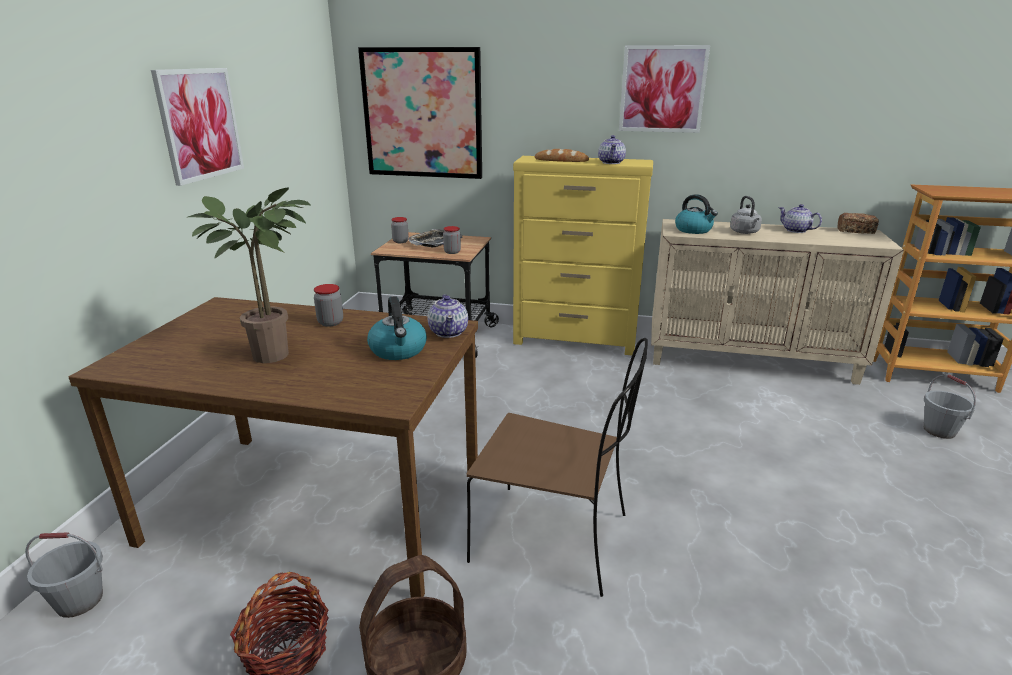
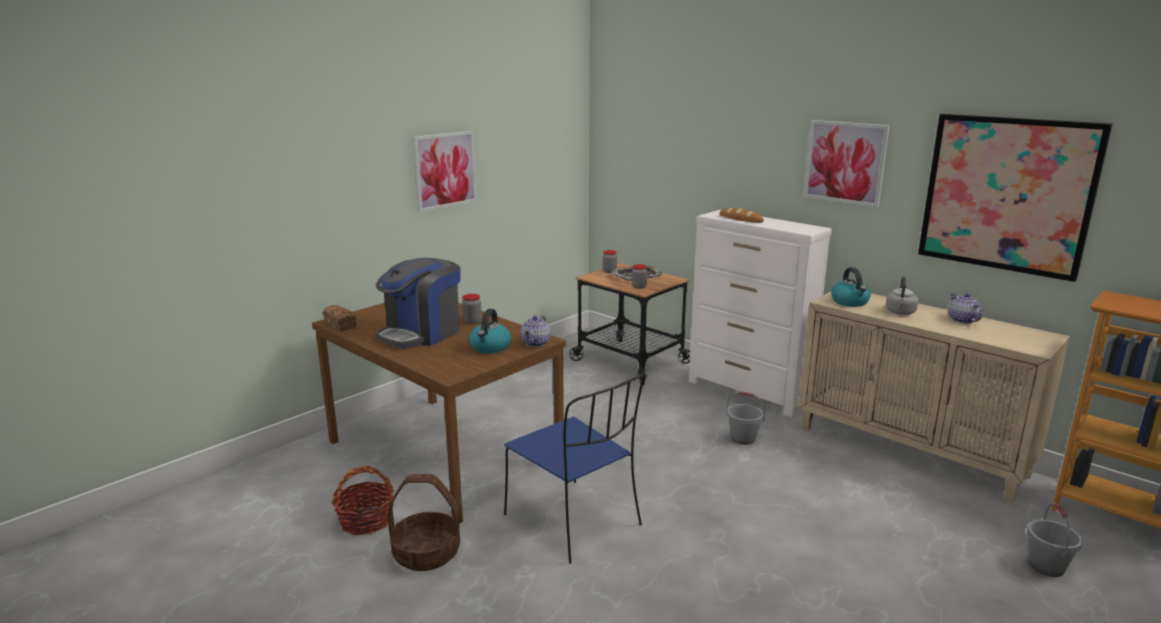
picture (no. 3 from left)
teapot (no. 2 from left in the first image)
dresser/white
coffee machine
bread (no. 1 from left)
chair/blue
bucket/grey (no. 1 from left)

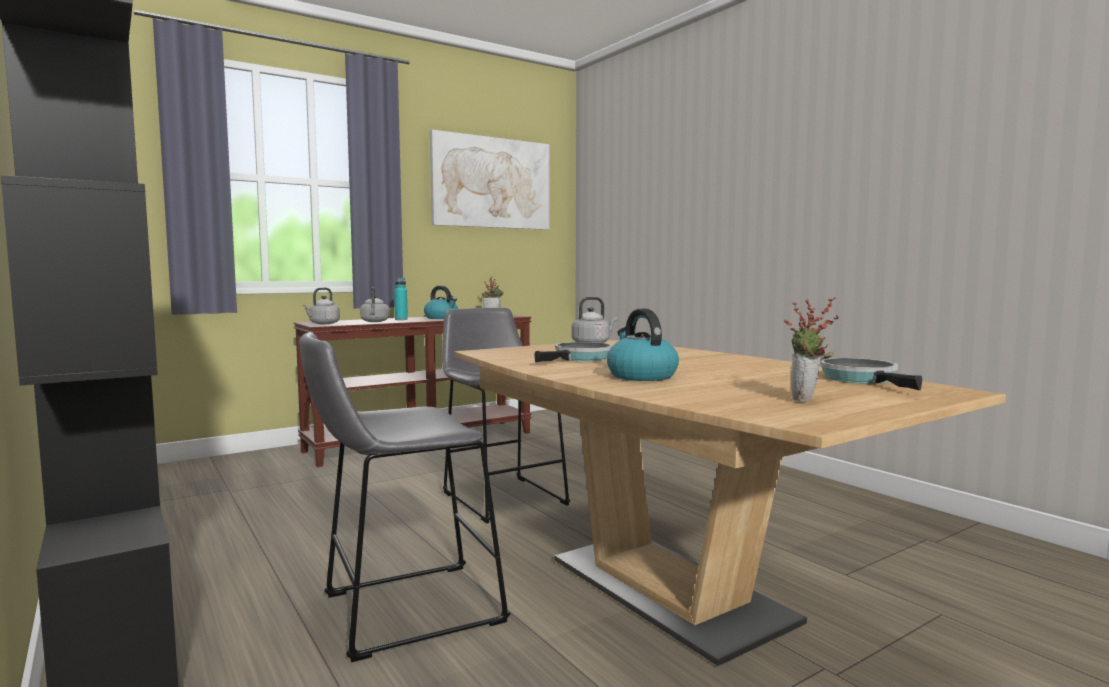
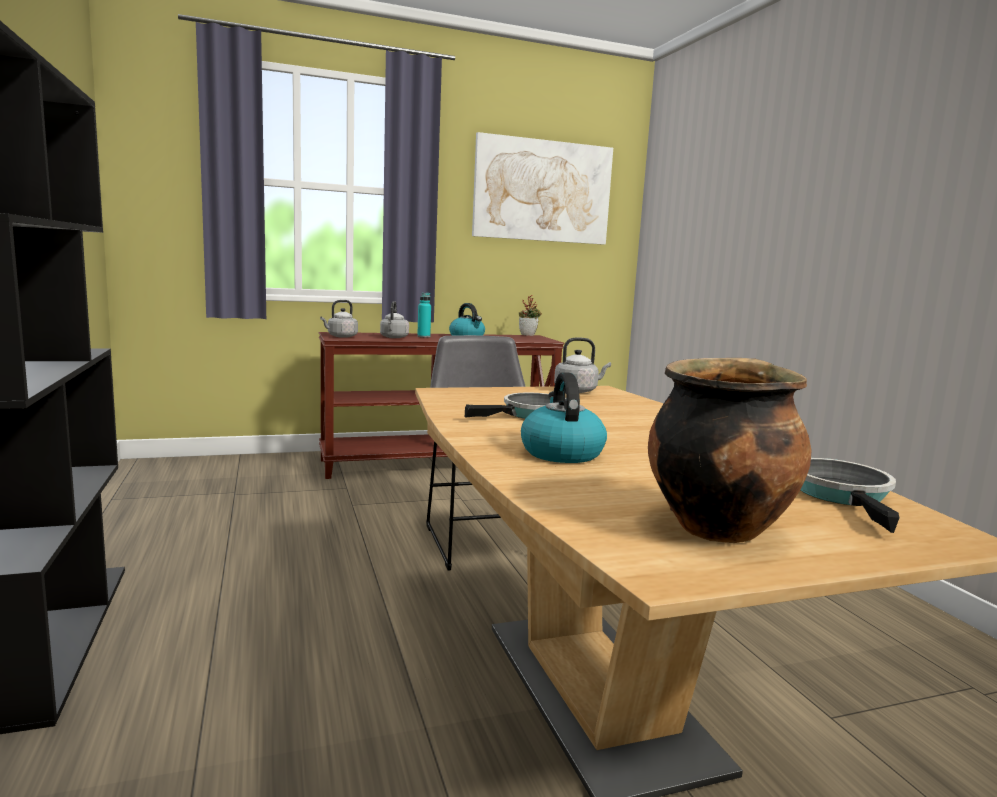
cooking pot
stool/grey (no. 1 from left in the first image)

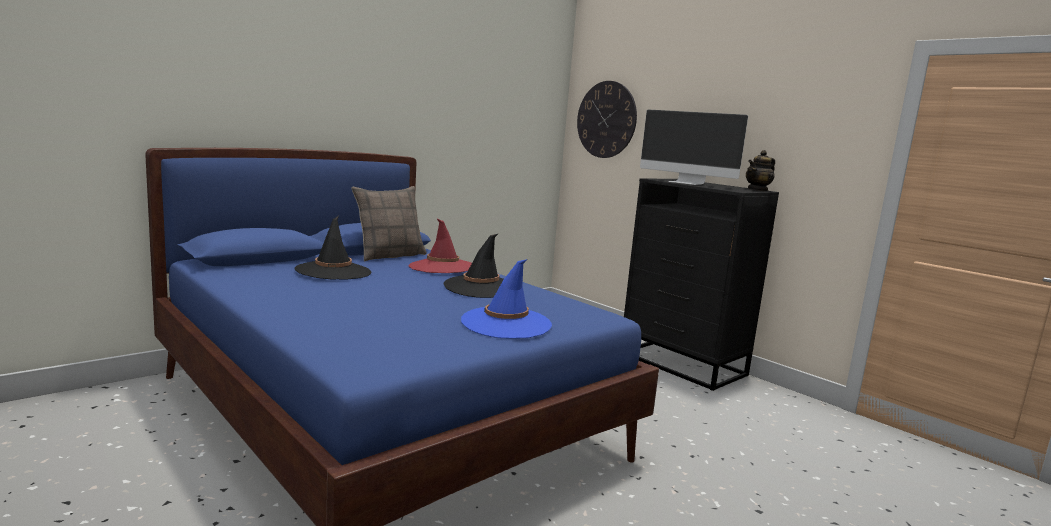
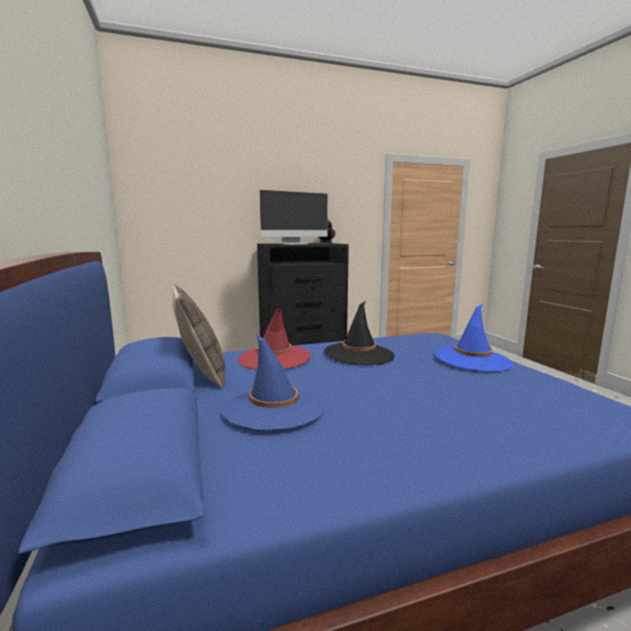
wall clock
hat/blue (no. 1 from left)

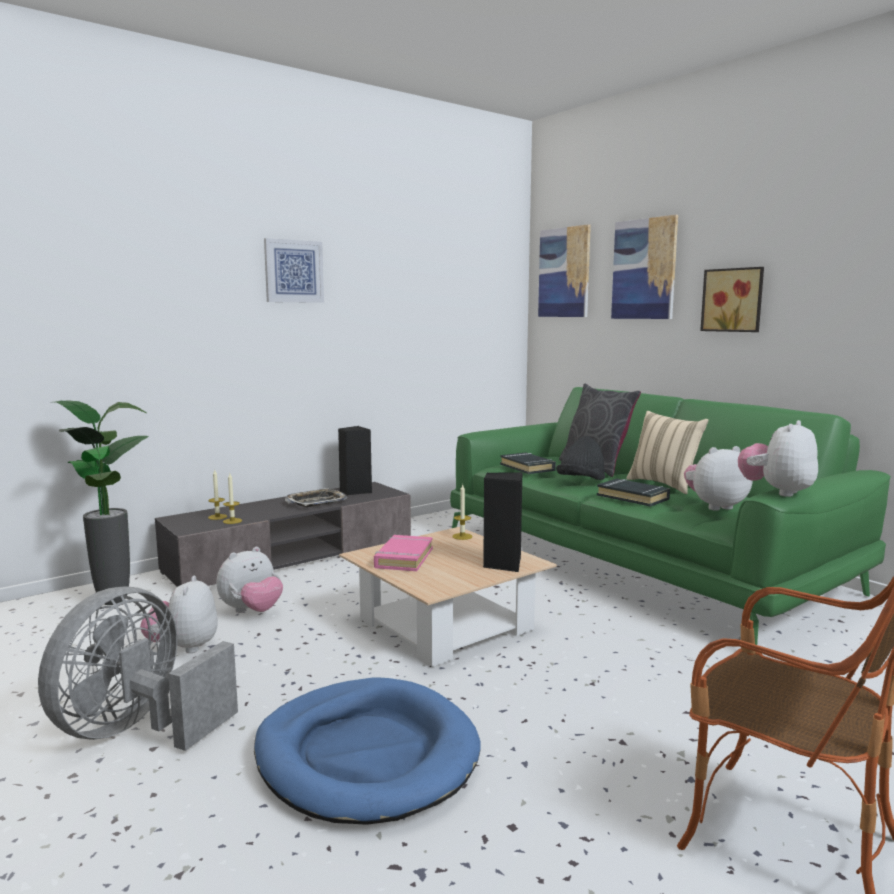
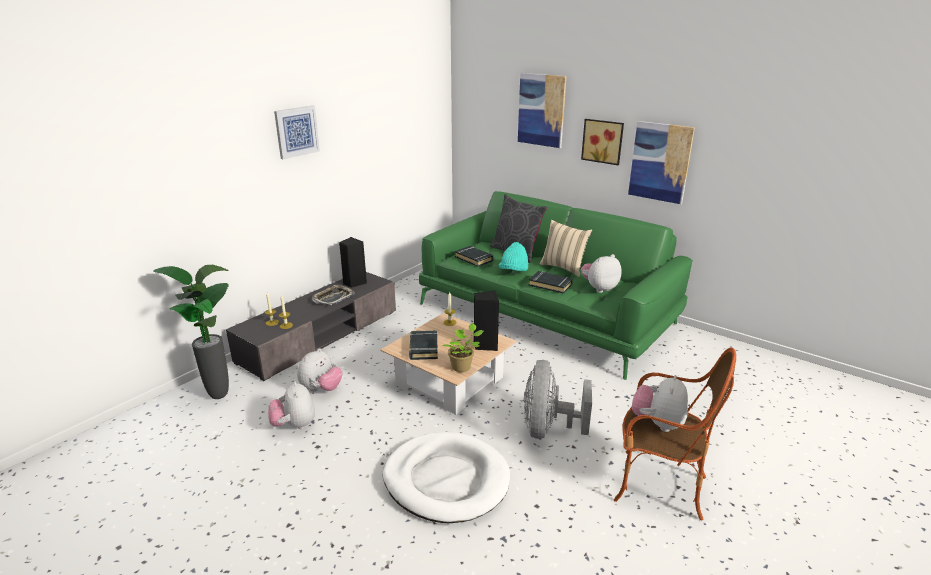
picture (no. 4 from left)
plush toy (no. 4 from left)
hat/turquoise
book/black (no. 1 from left)
fan/grey
dog bed/white
potted plant (no. 2 from left)

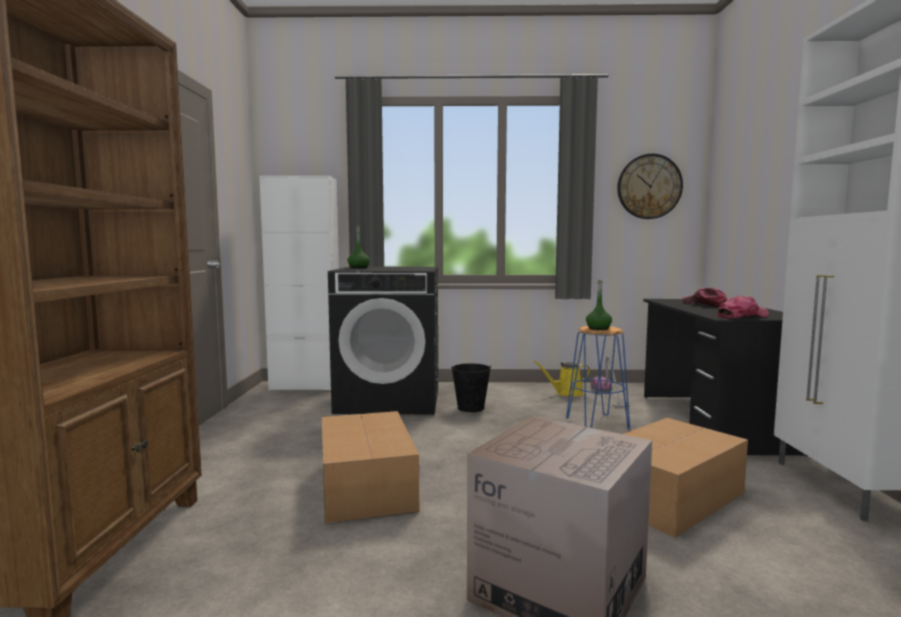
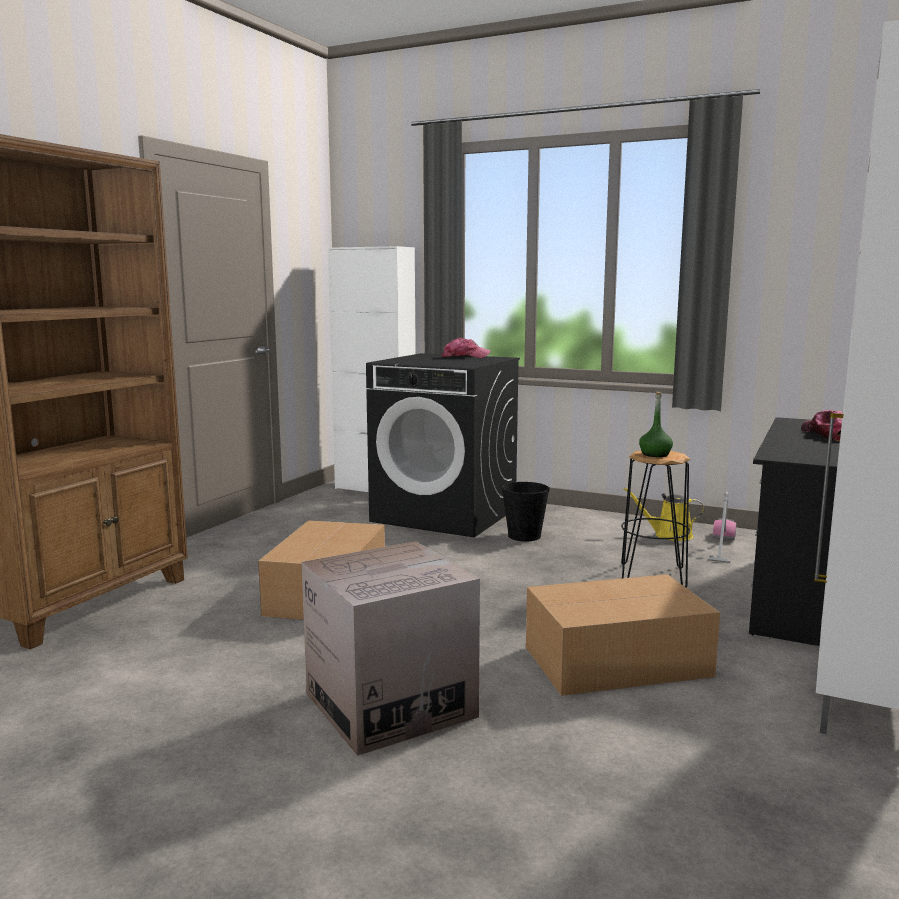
wall clock
bottle/green (no. 1 from left in the first image)
cap (no. 1 from left)
stool/black

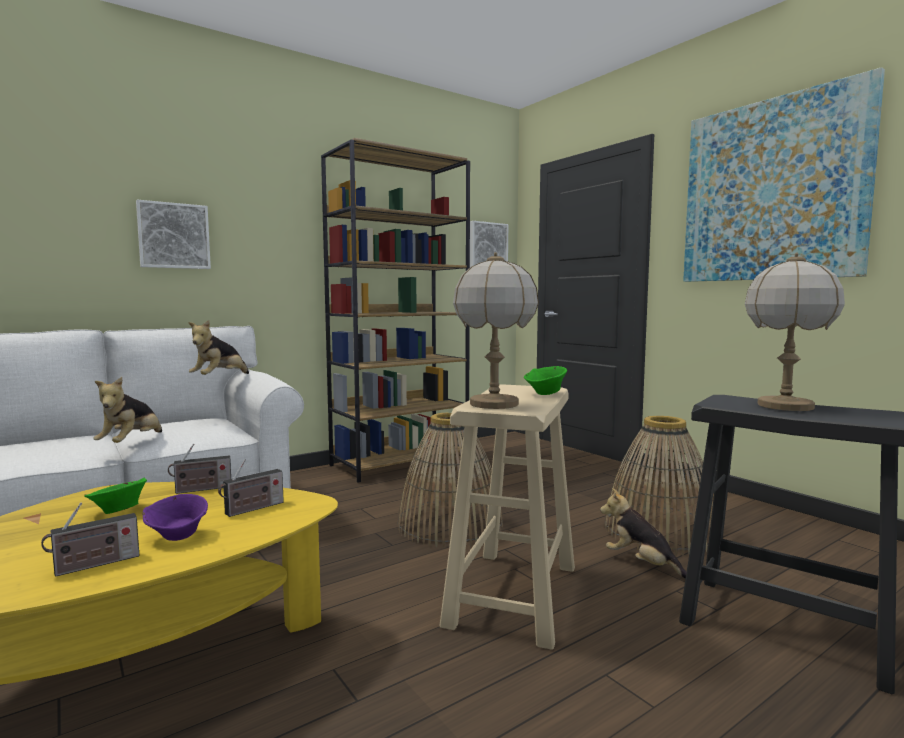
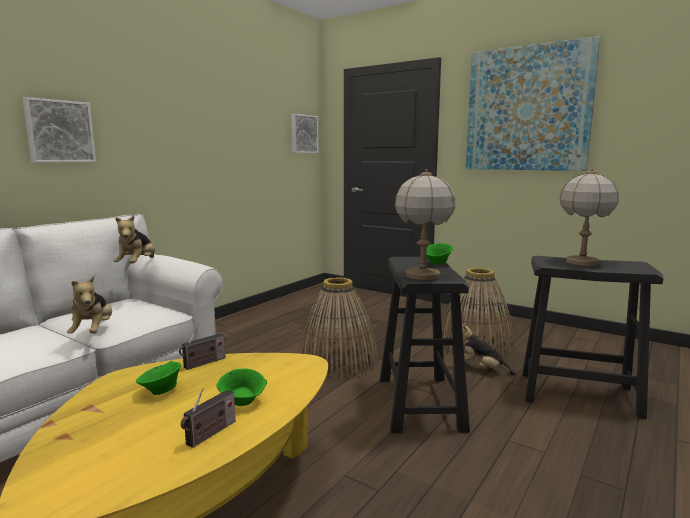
bookcase/brown
stool/black (no. 1 from left)
radio (no. 3 from left in the first image)
bowl/green (no. 2 from left)

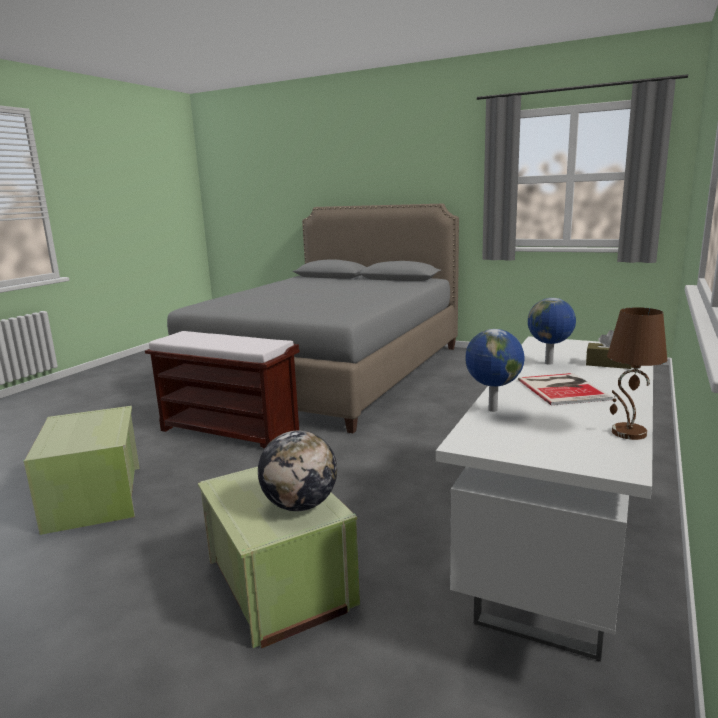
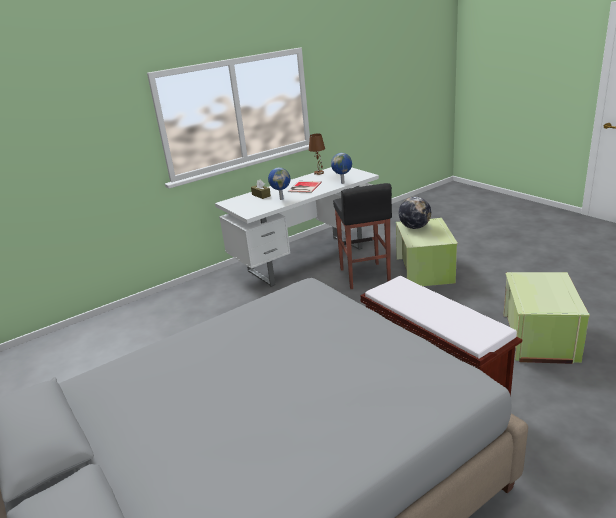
stool/black

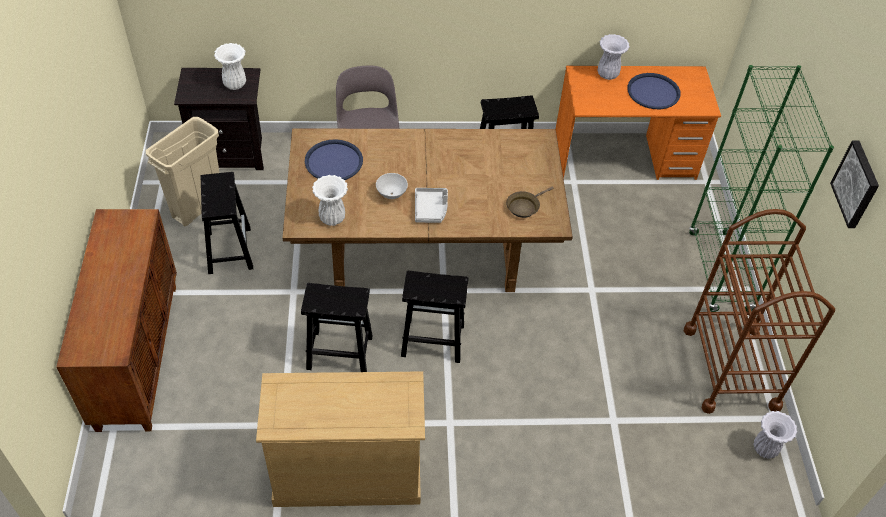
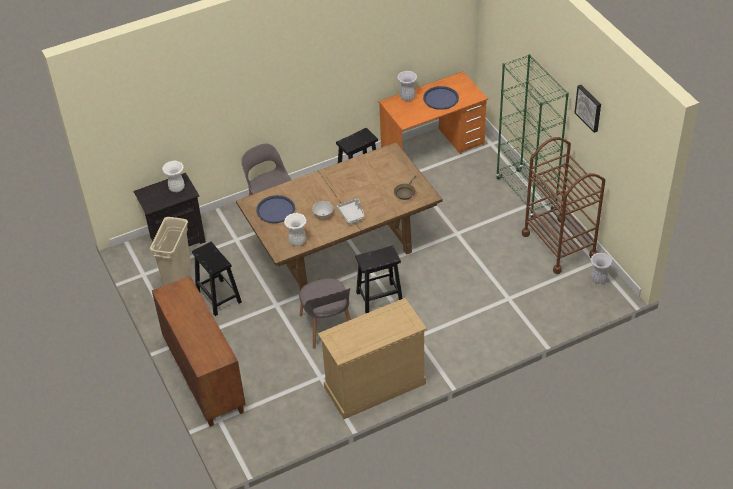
chair/grey (no. 2 from left)

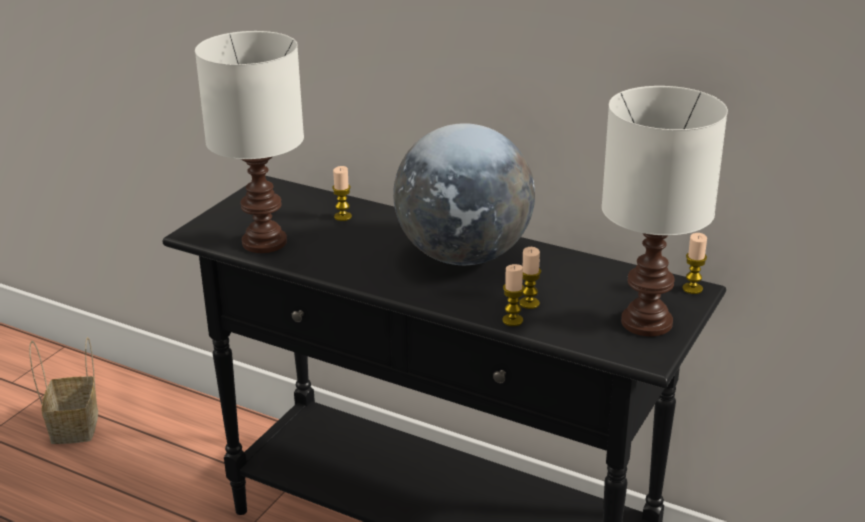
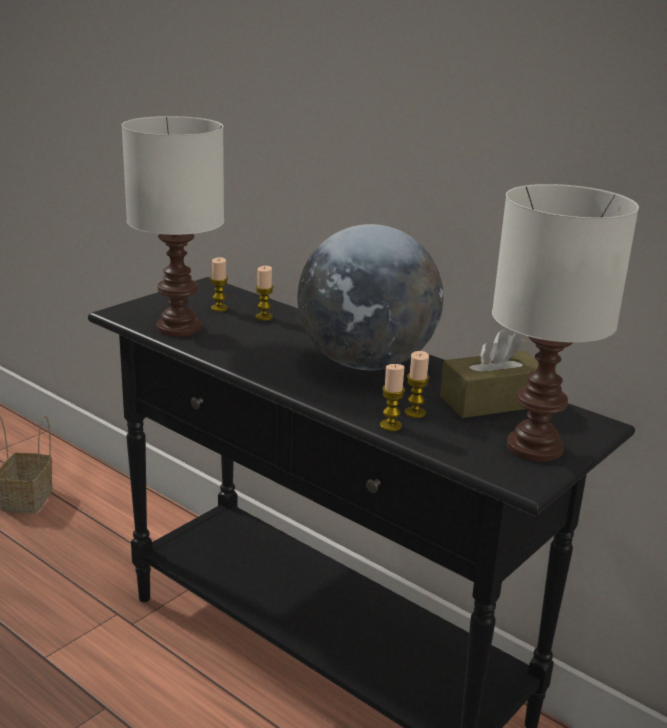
candle (no. 1 from left)
tissue box/brown

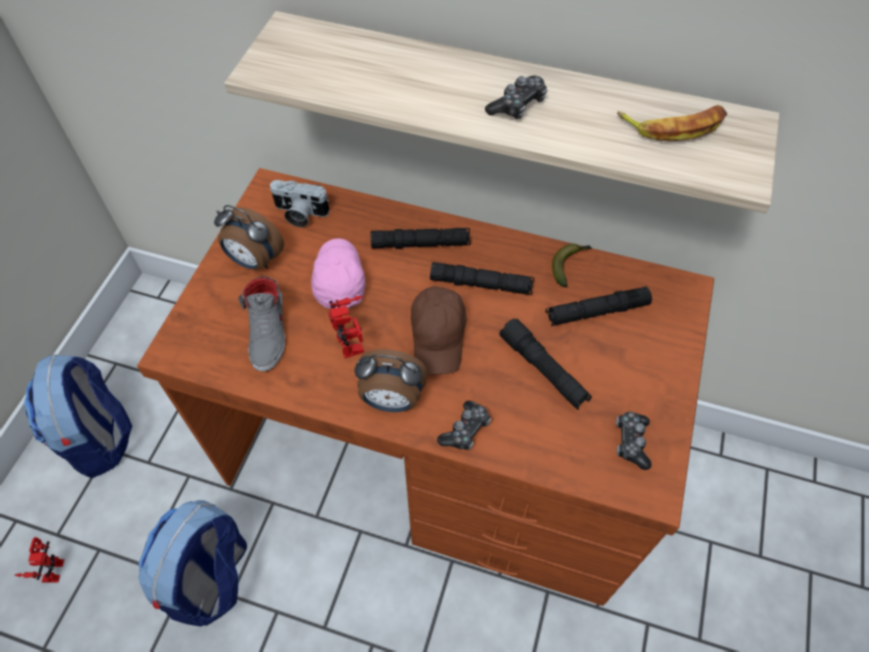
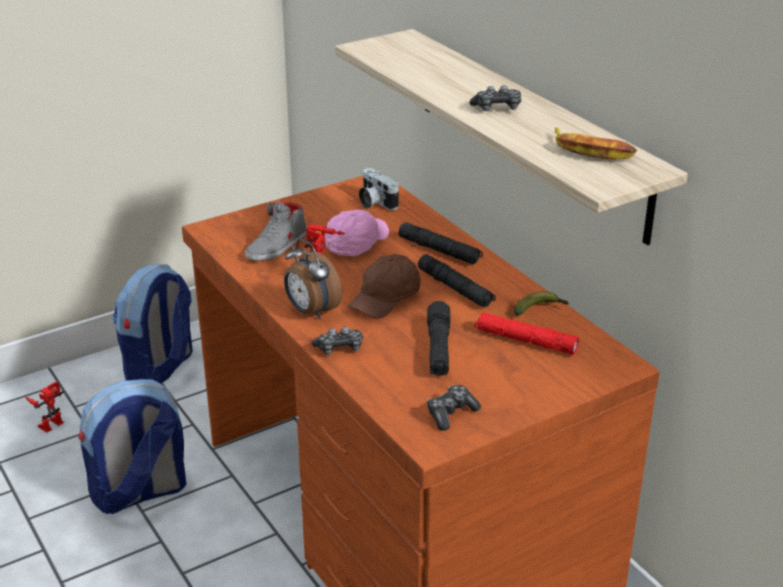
alarm clock (no. 1 from left in the first image)
flashlight/red

